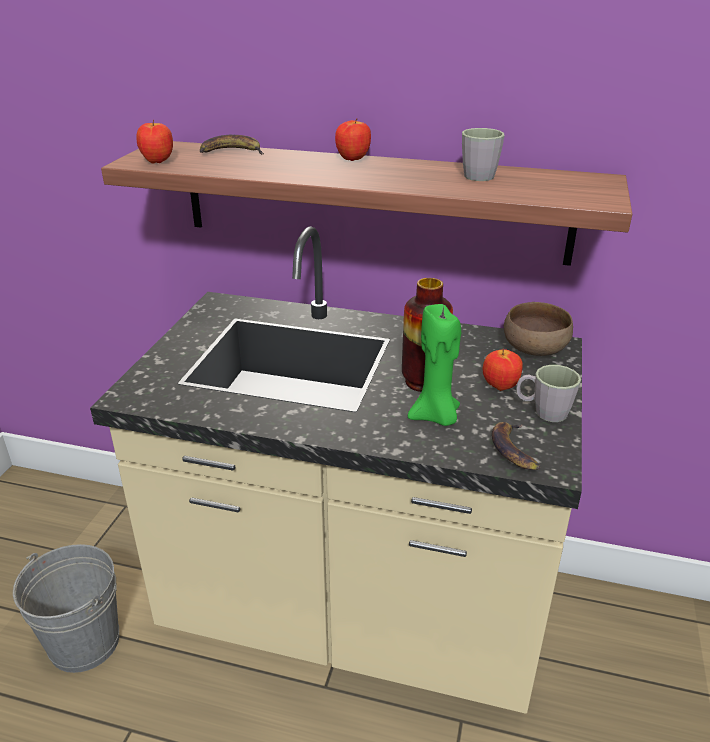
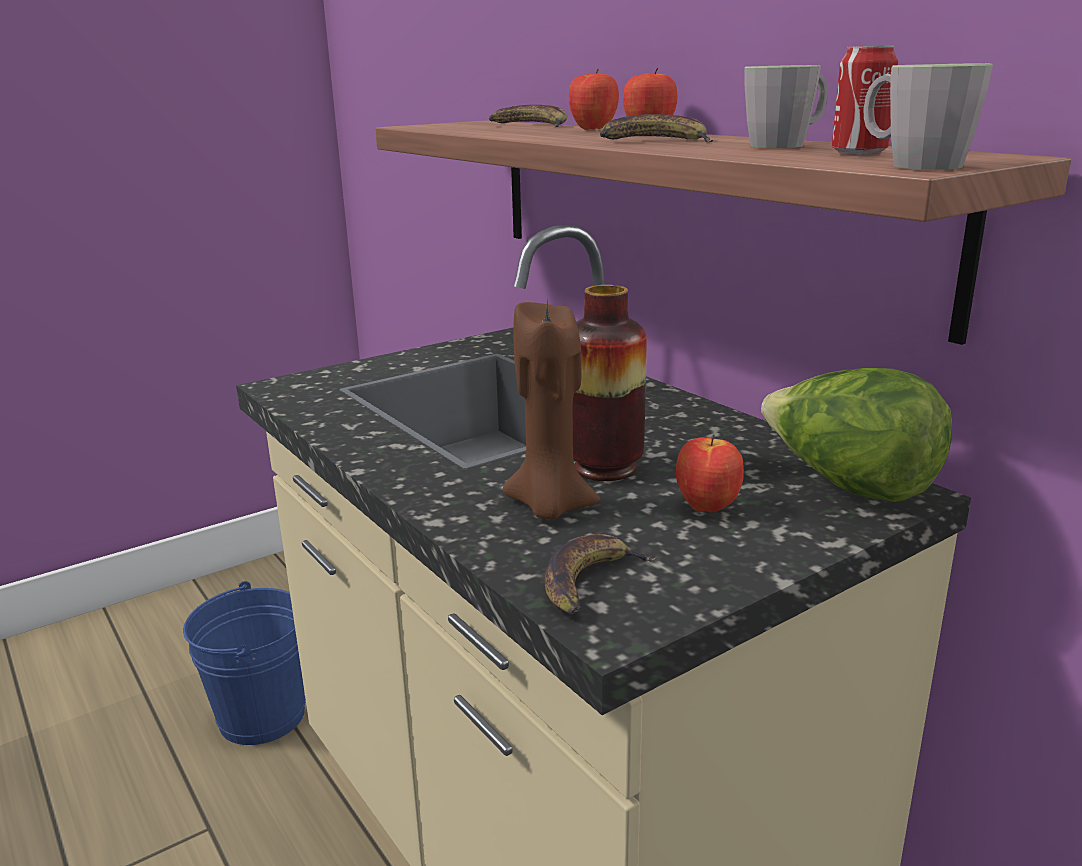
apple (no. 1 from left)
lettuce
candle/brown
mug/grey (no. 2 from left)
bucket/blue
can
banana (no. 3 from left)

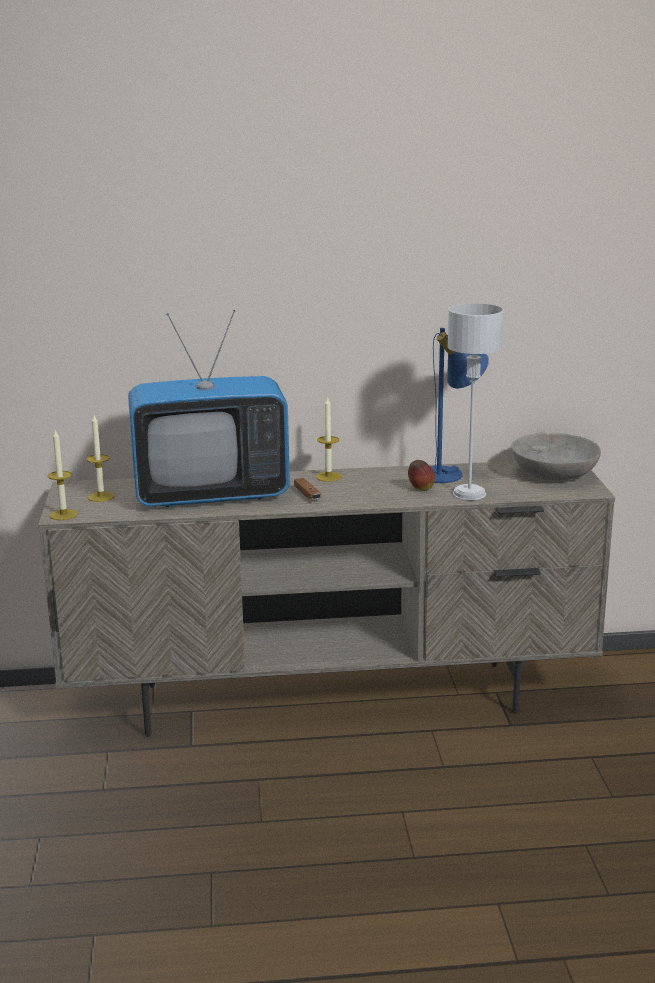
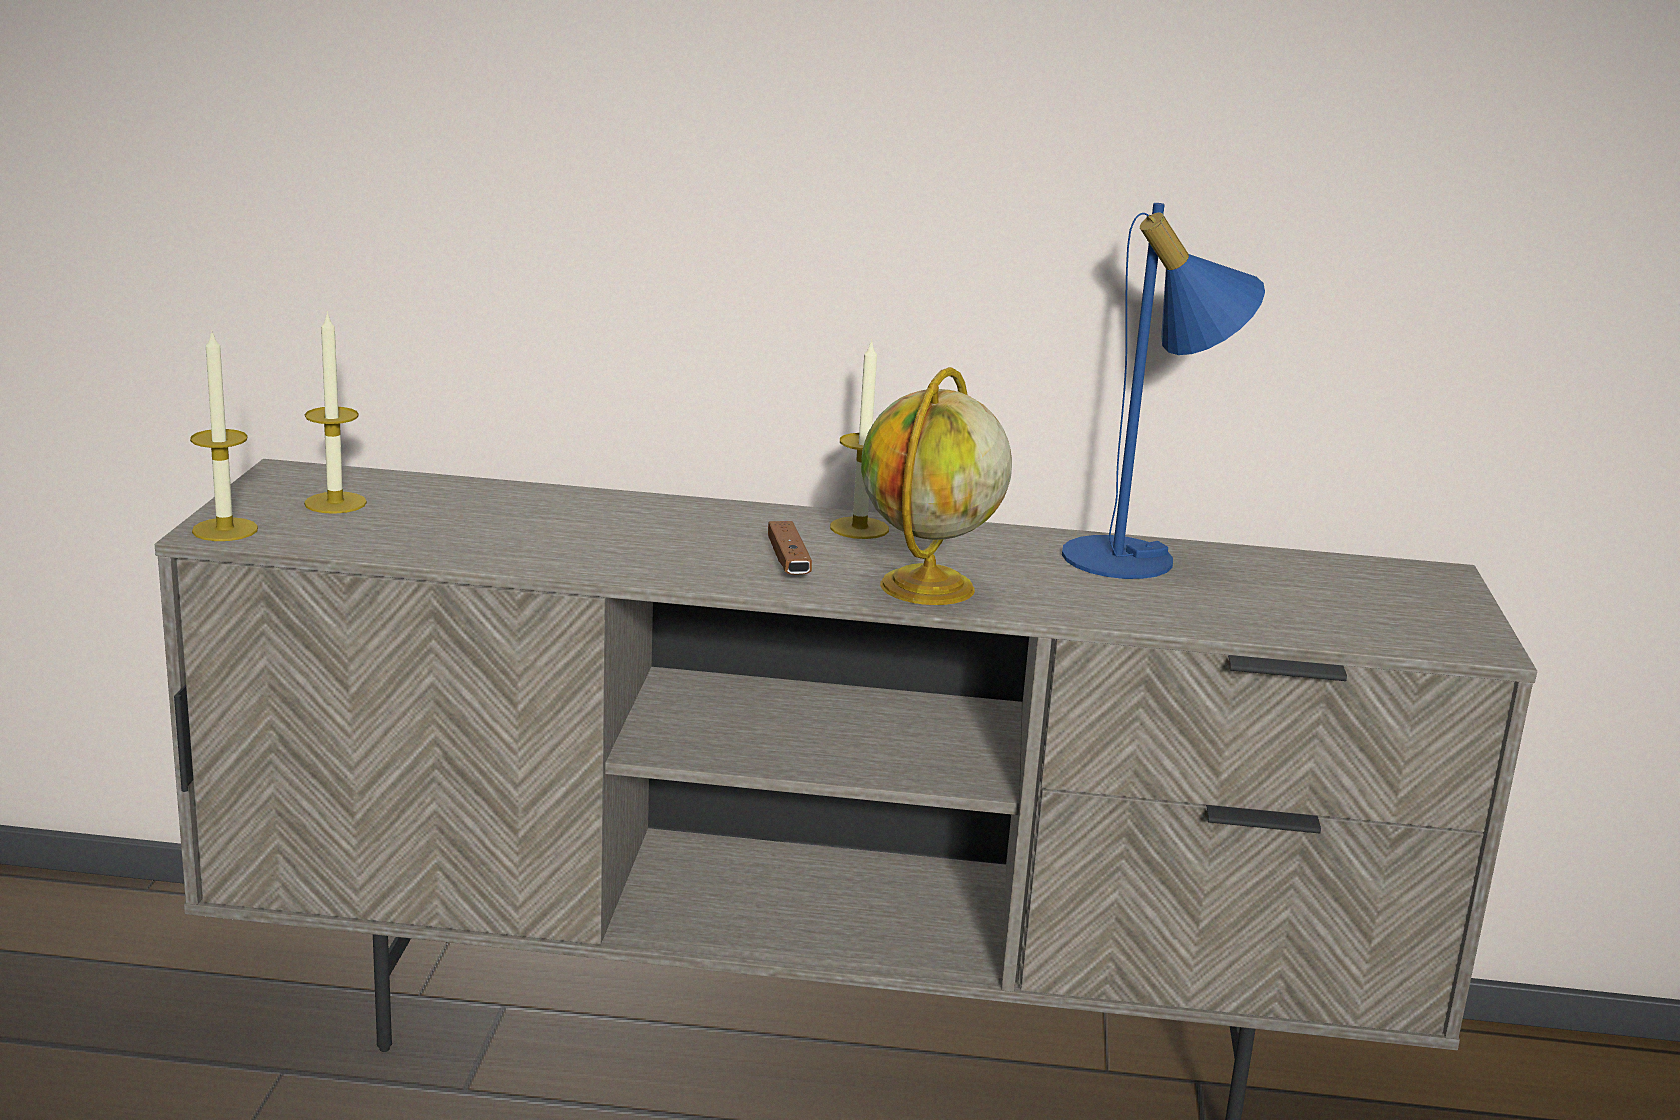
table lamp/grey
television
bowl/grey
apple
globe

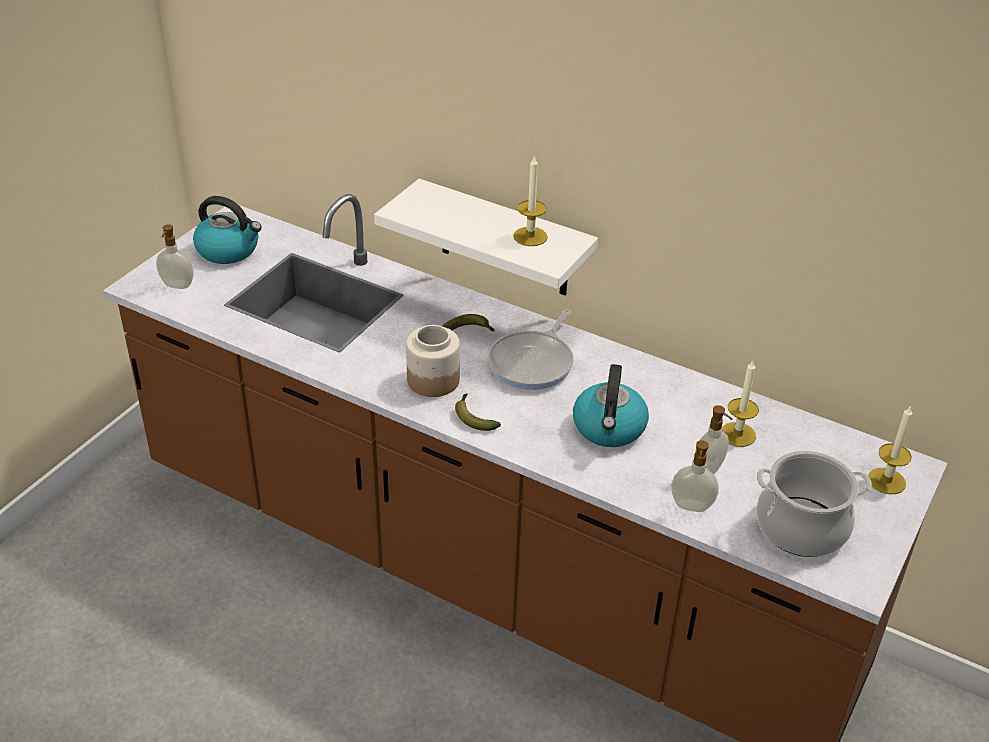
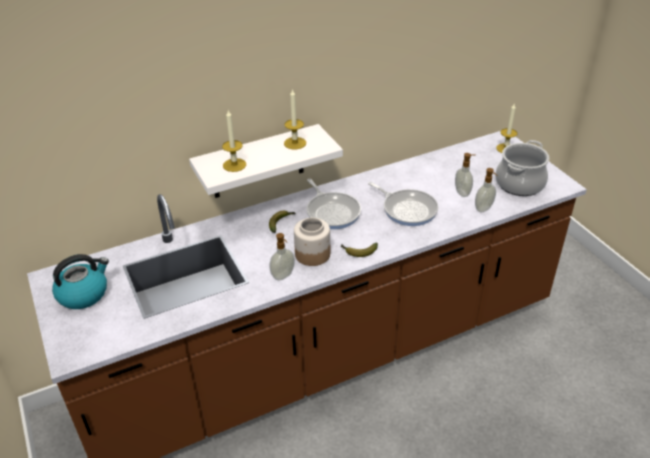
soap dispenser (no. 1 from left)
candle (no. 1 from left)
frying pan (no. 2 from left)

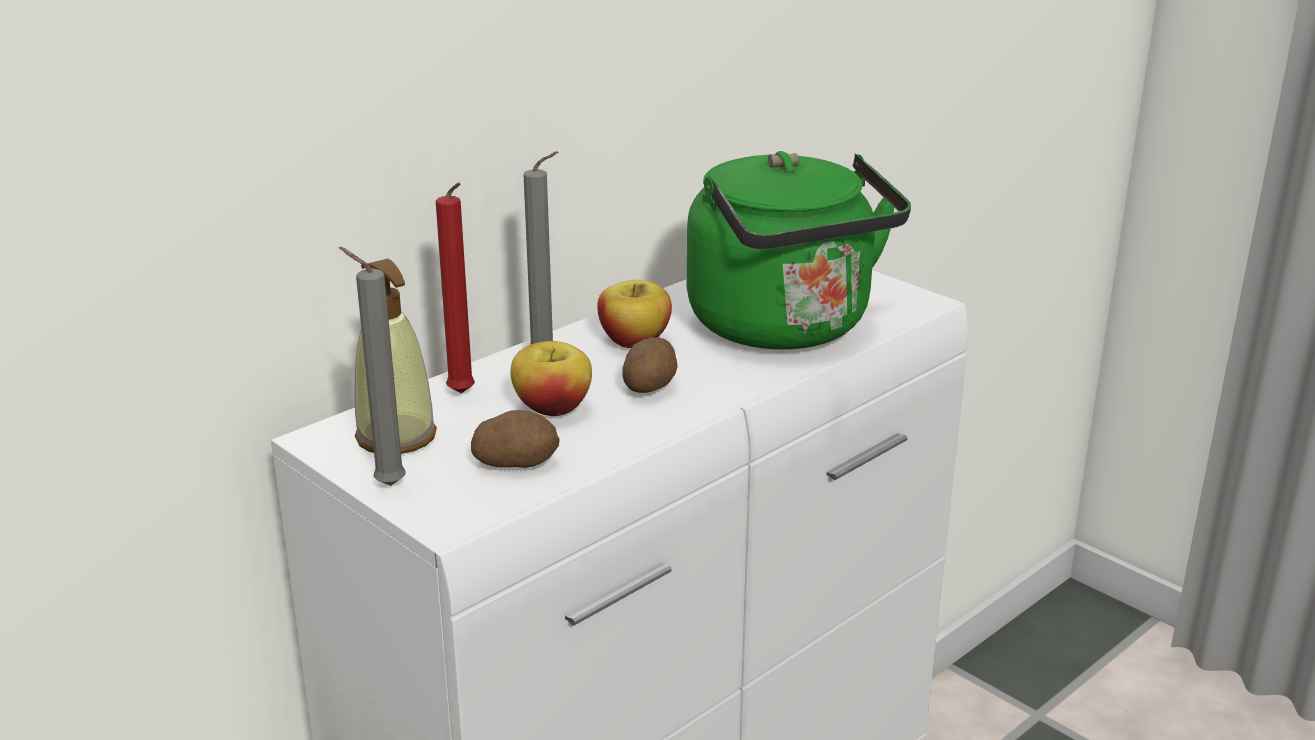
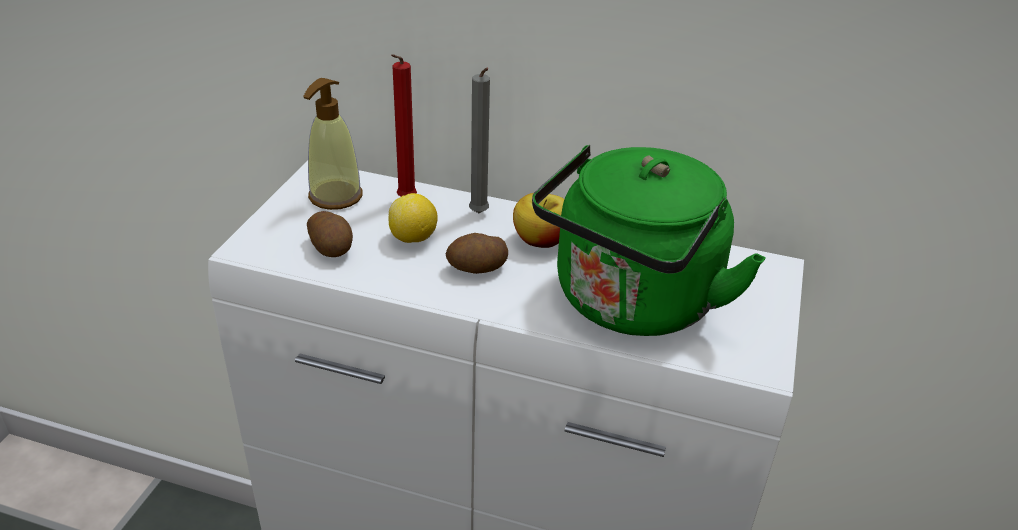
candle/grey (no. 1 from left in the first image)
lemon

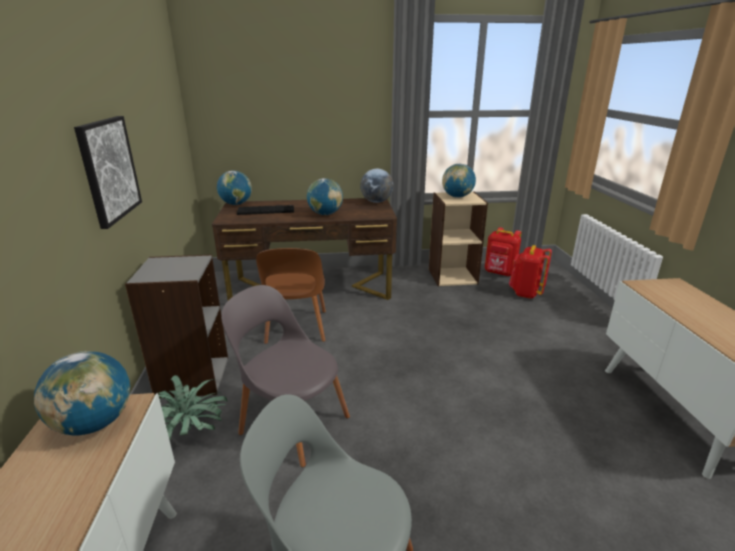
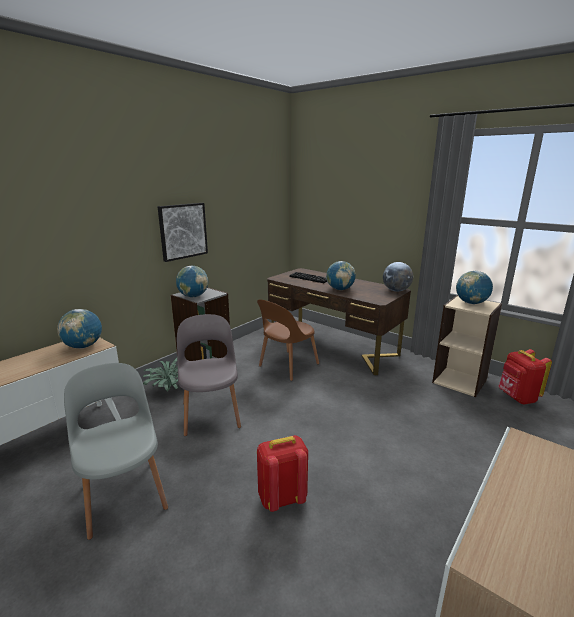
globe (no. 2 from left)
backpack/red (no. 1 from left)

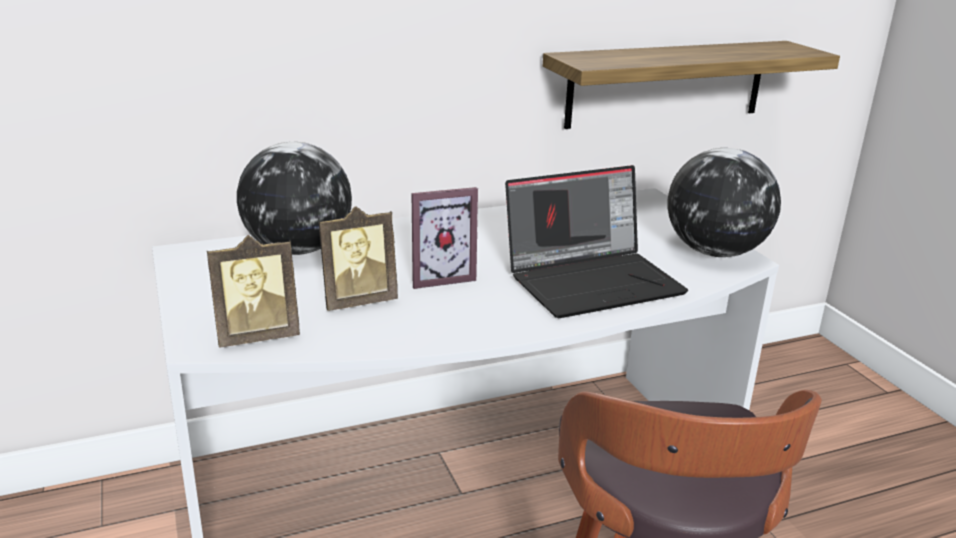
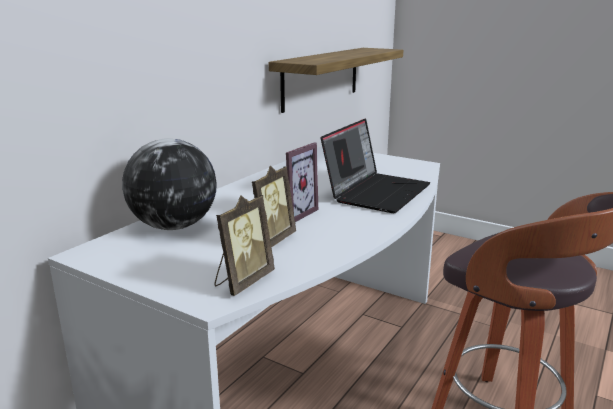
globe (no. 2 from left in the first image)

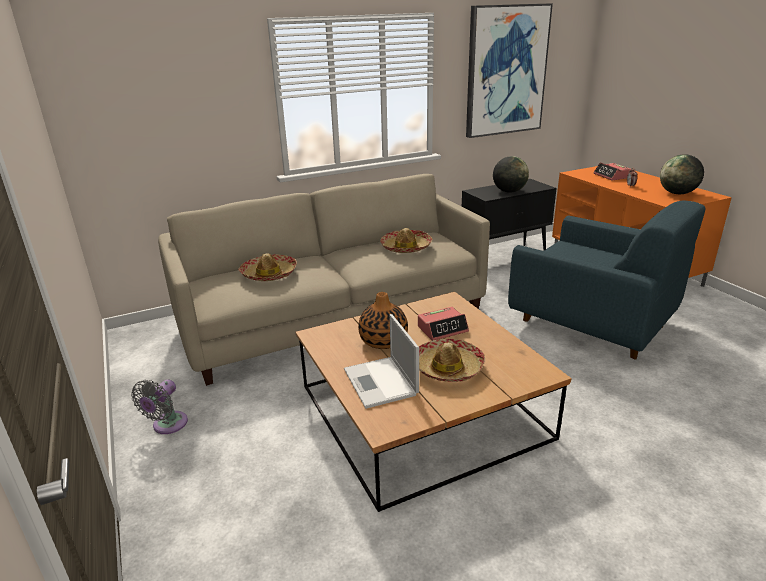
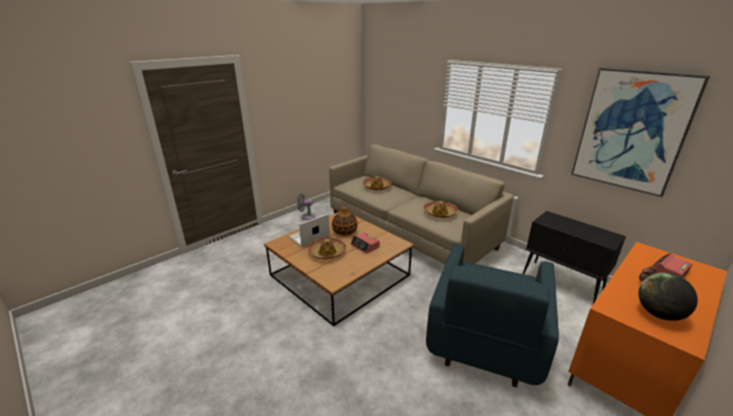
globe (no. 1 from left in the first image)

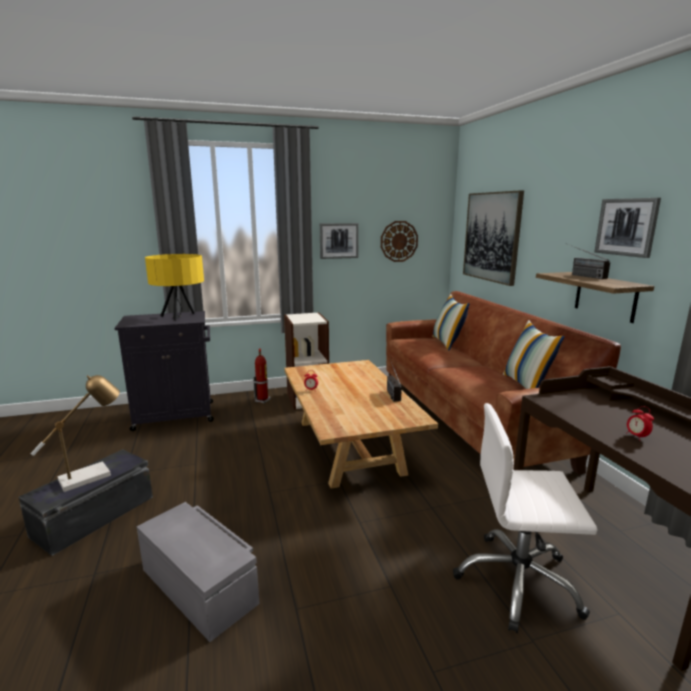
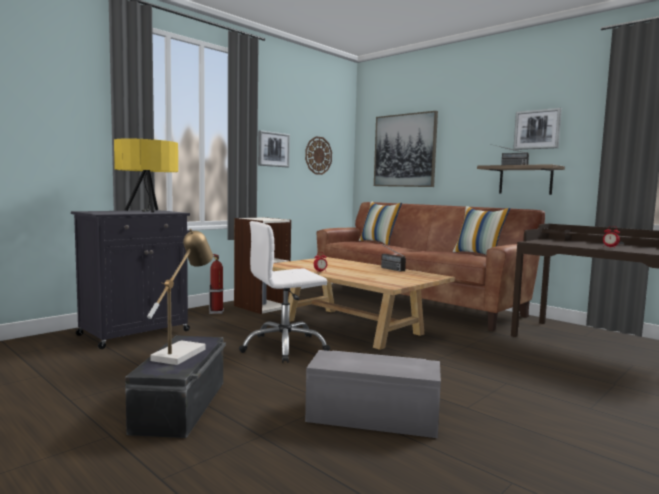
office chair/white

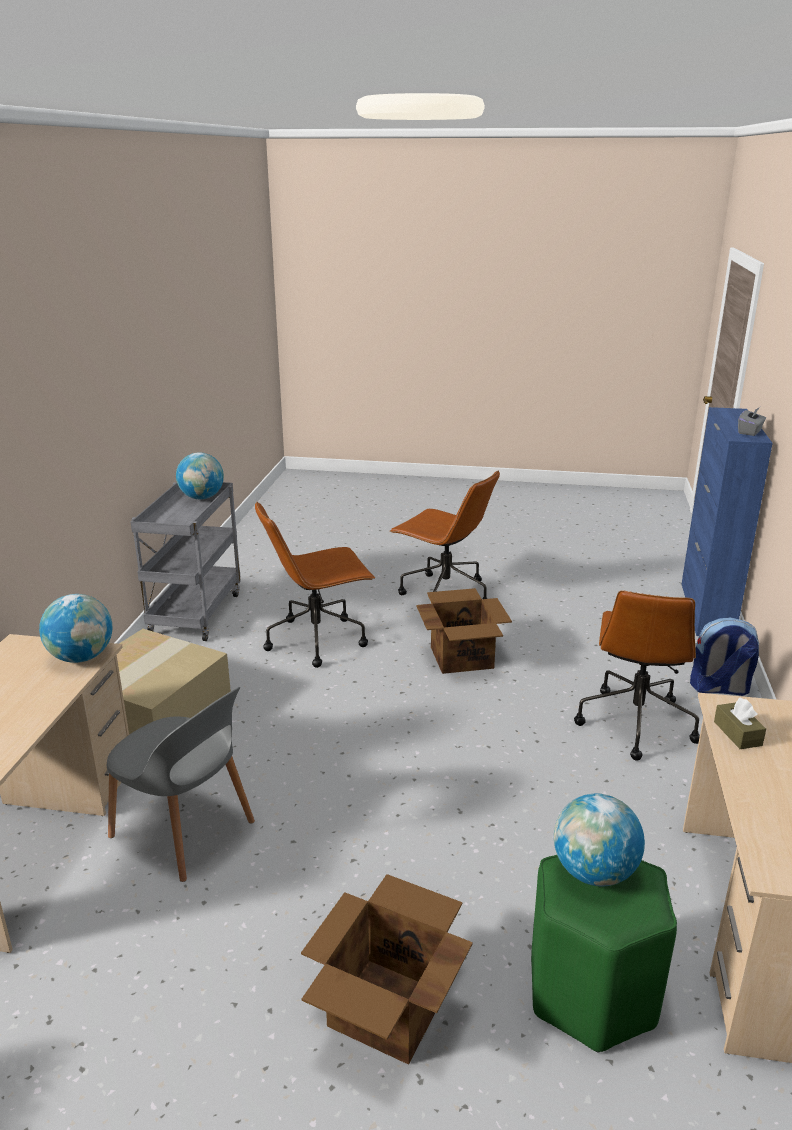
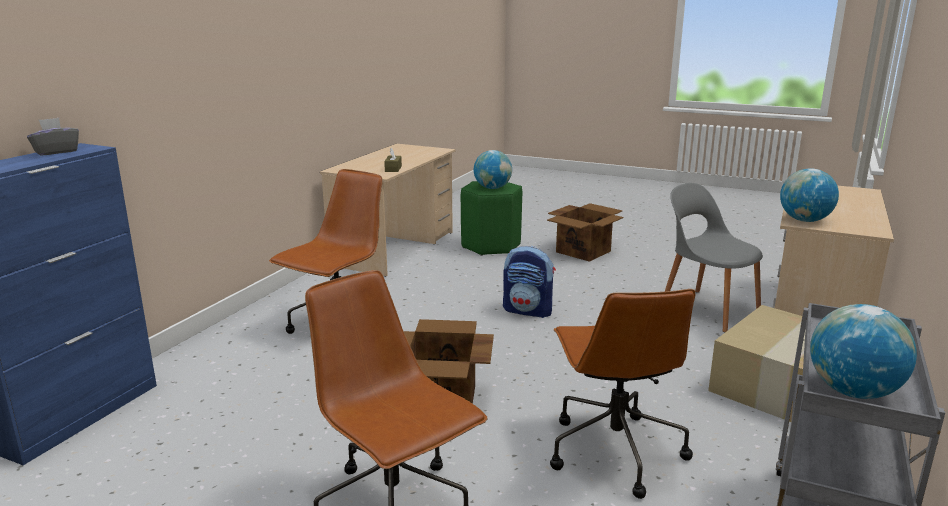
office chair/brown (no. 3 from left)
backpack

